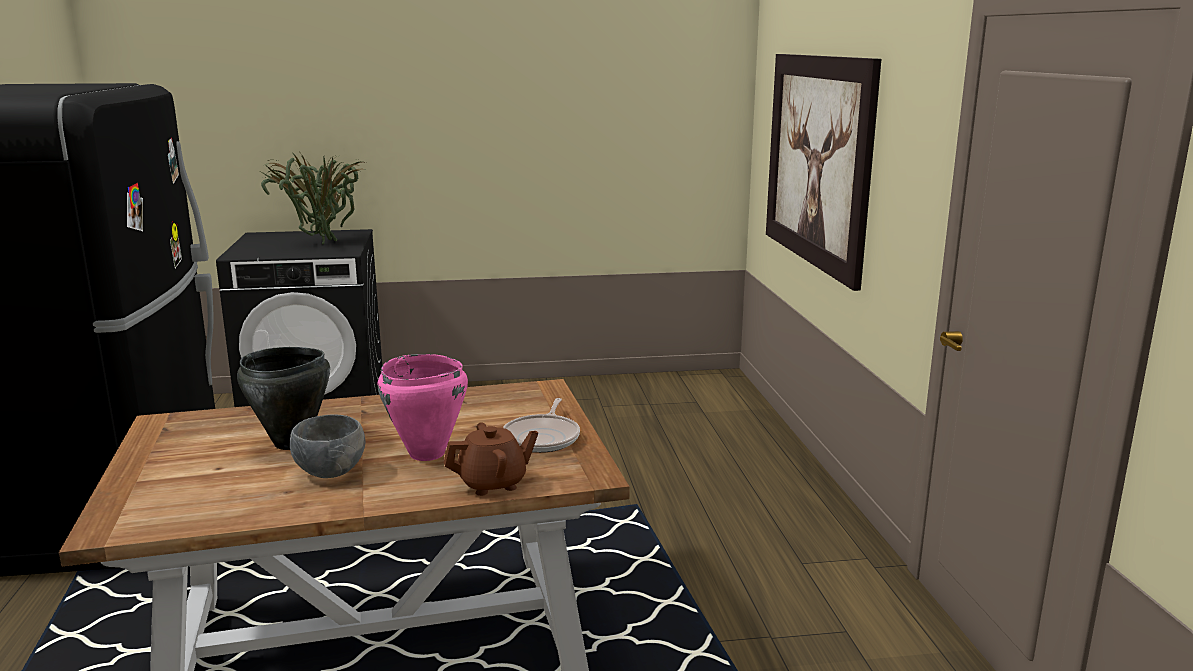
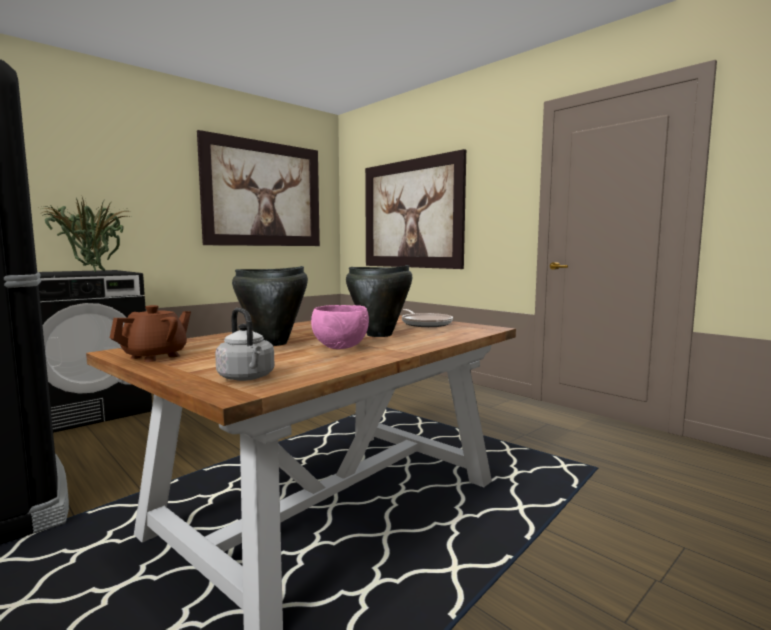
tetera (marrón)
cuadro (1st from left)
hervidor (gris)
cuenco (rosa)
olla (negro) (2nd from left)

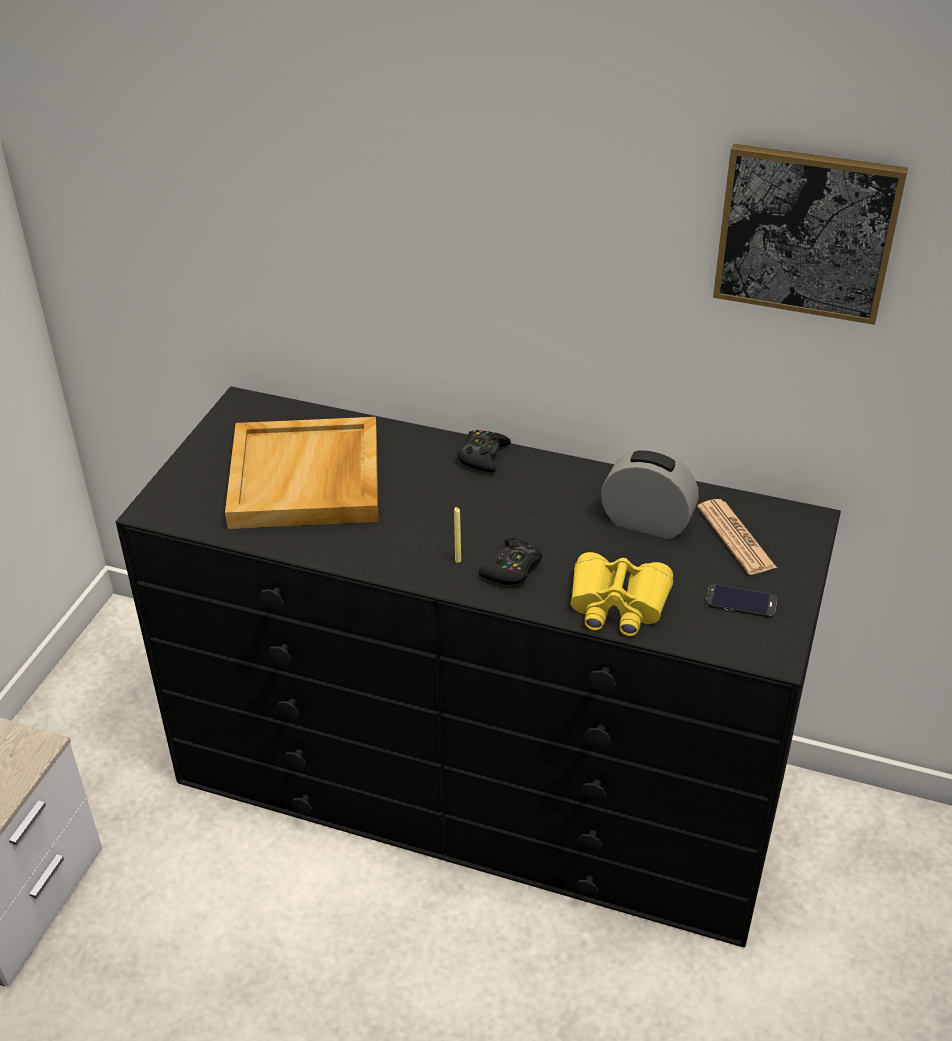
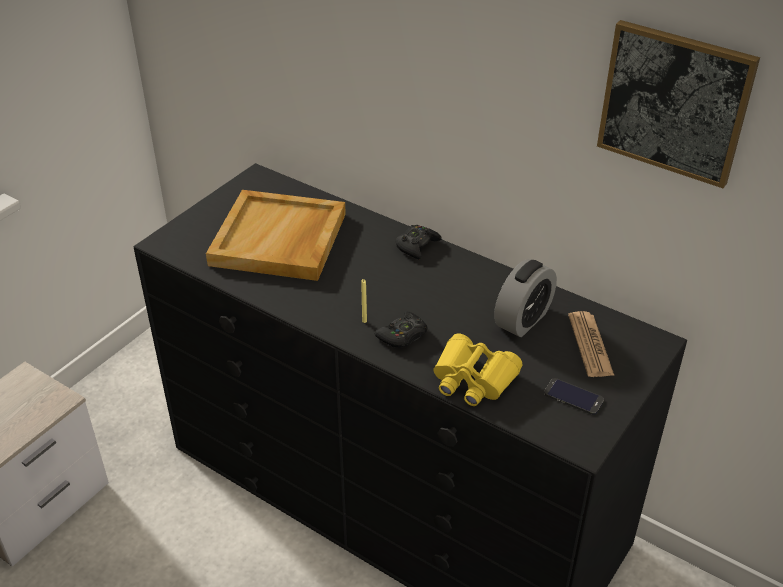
despertador

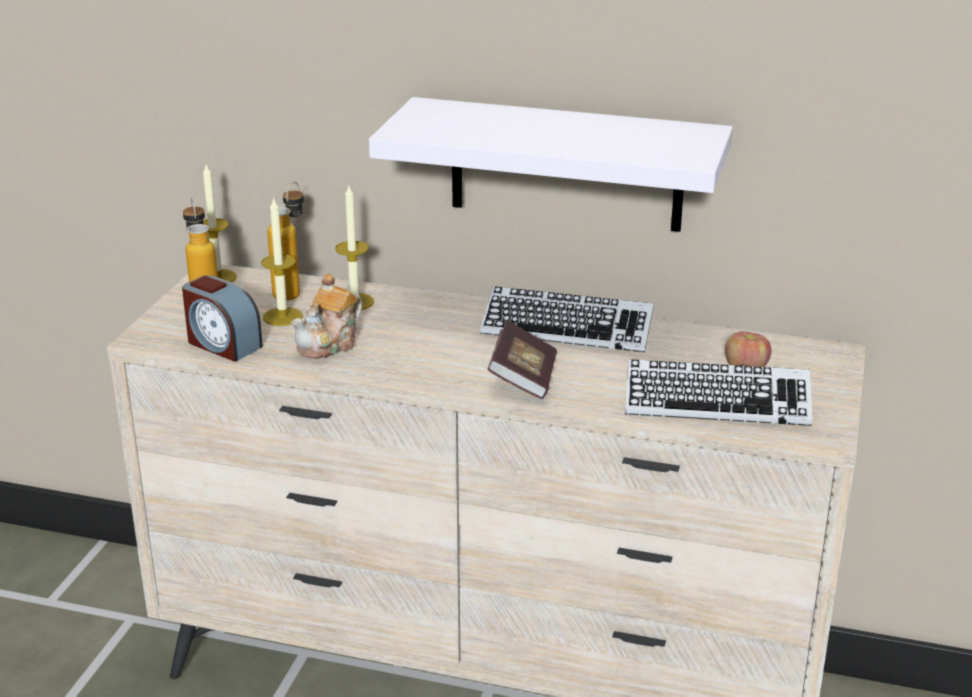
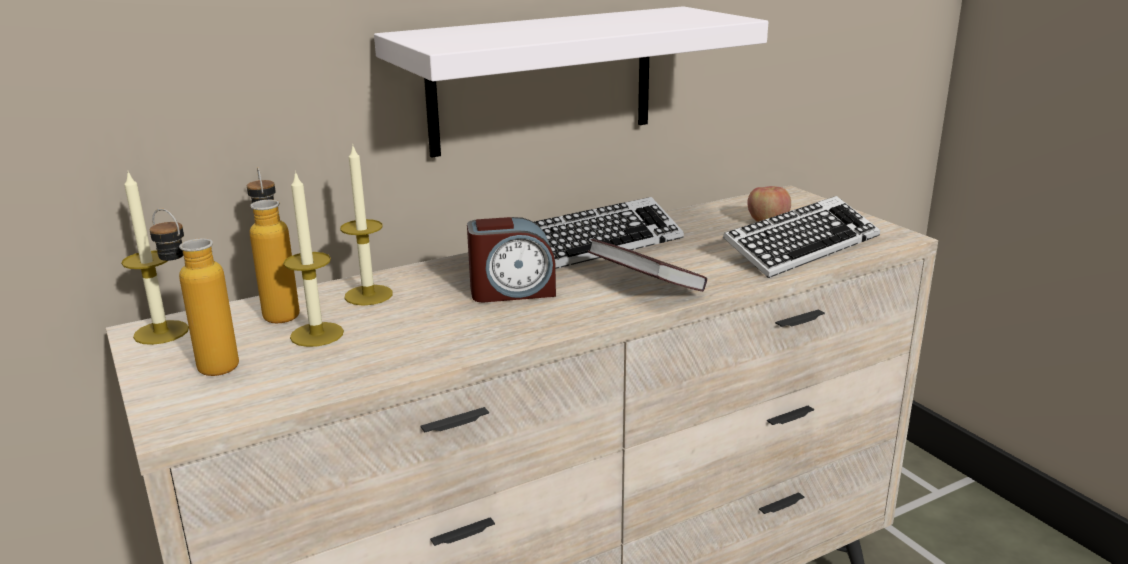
despertador
tetera

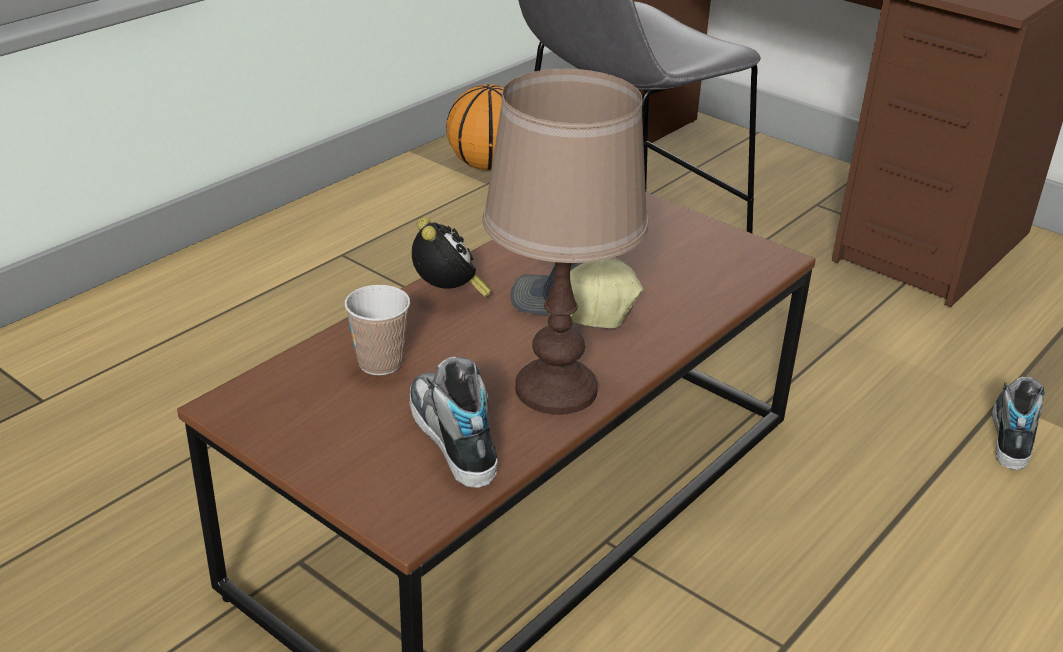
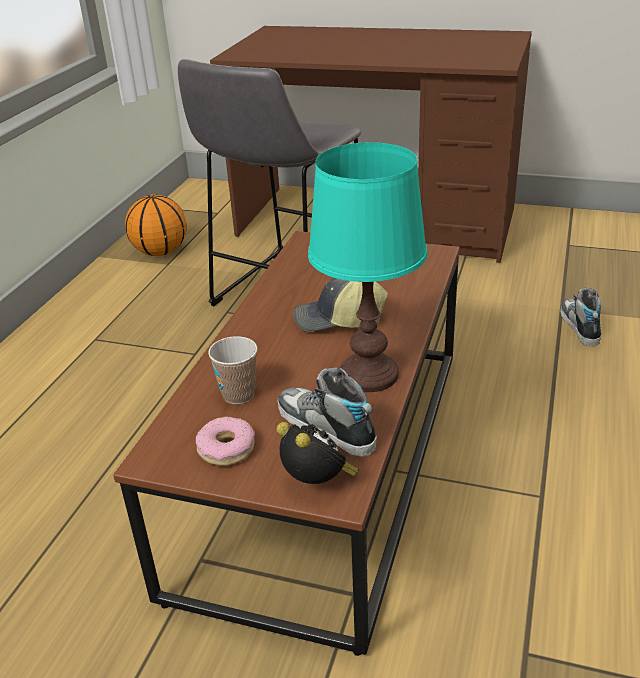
rosquilla
despertador
lámpara de mesa (turquesa)

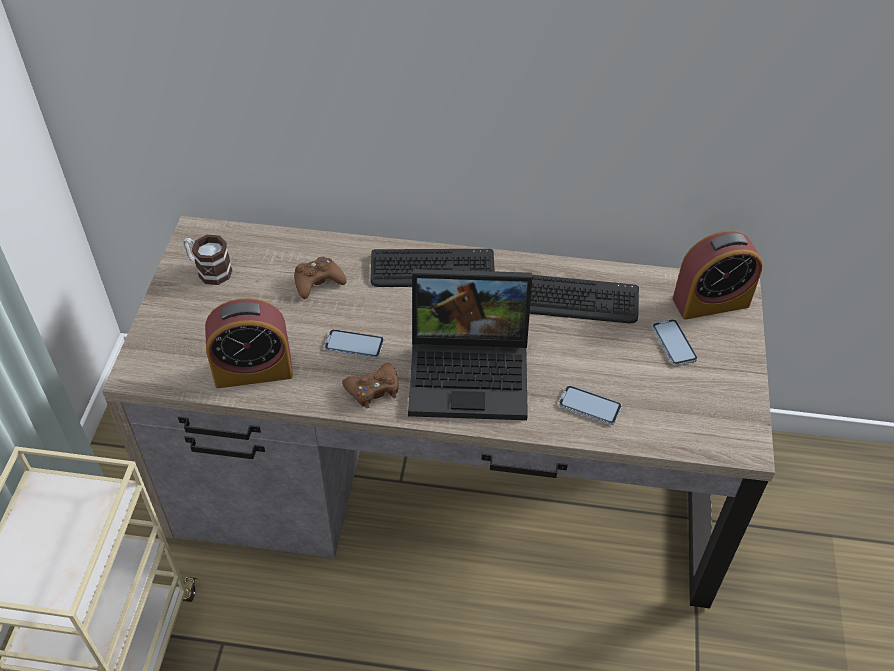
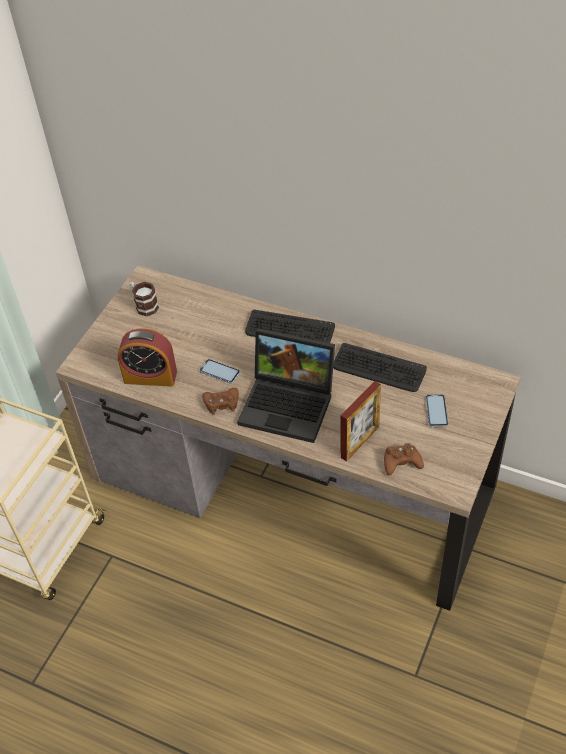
portarretratos
mando de consola (marrón) (2nd from left)
despertador (2nd from left in the first image)

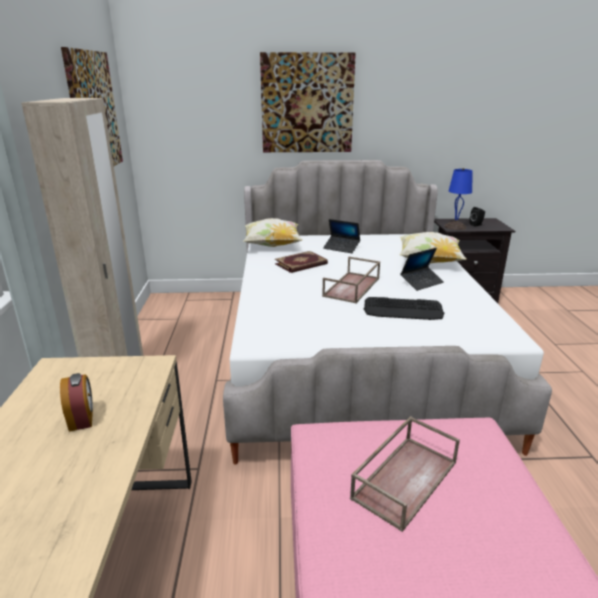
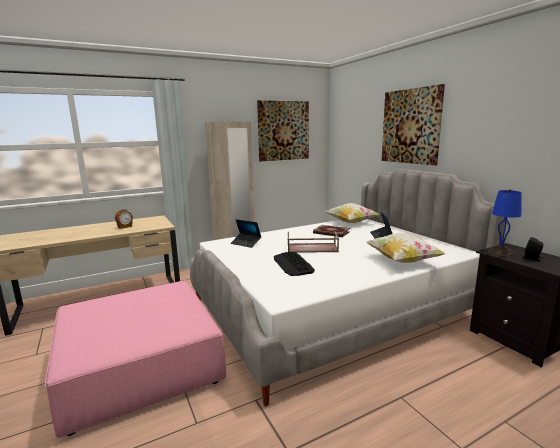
portátil (1st from left)
bandeja (marrón) (2nd from left in the first image)

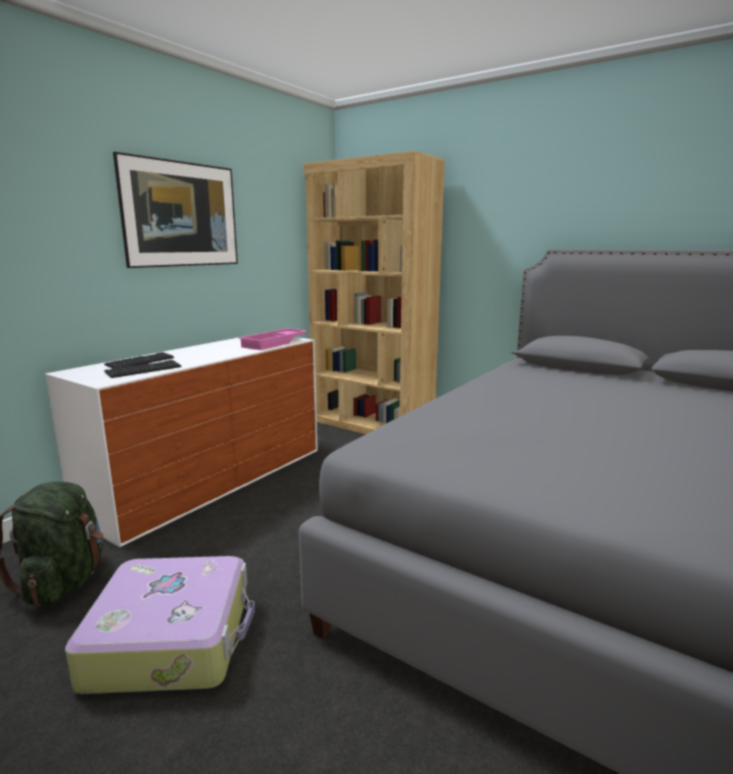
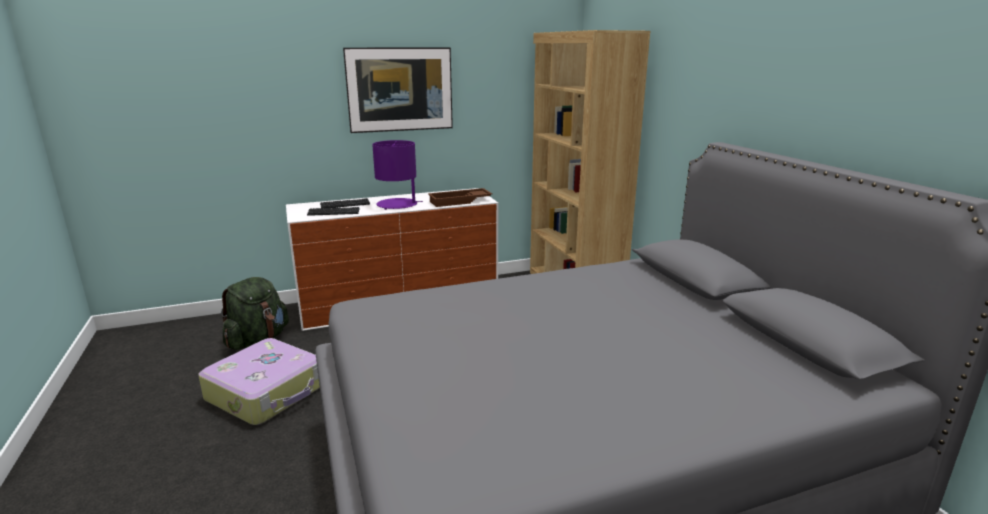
lámpara de mesa (morado)
bandeja (marrón)

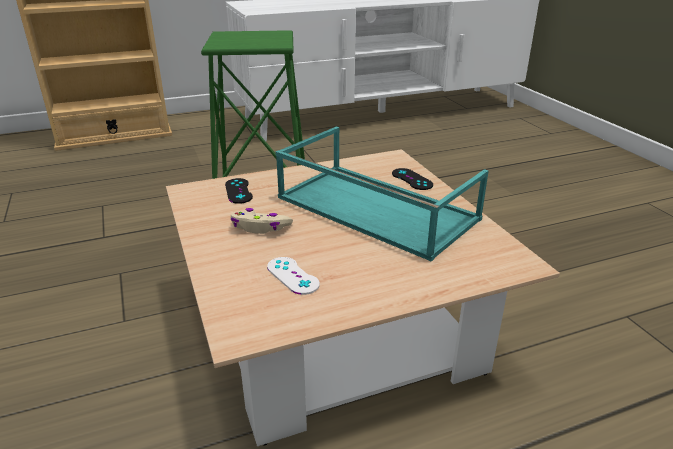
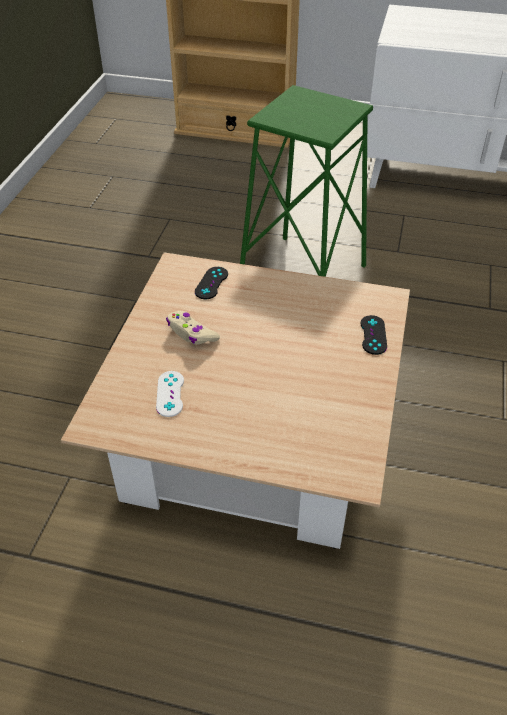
bandeja (turquesa)

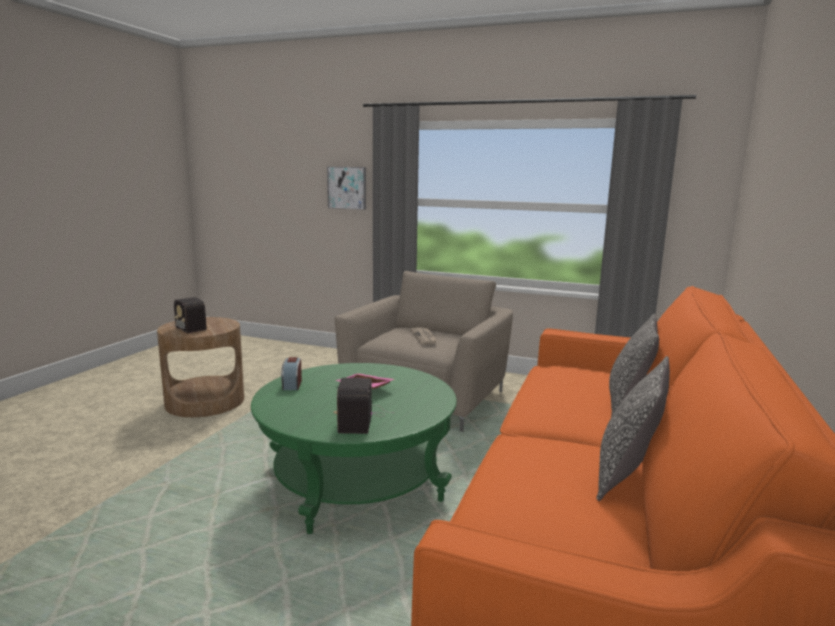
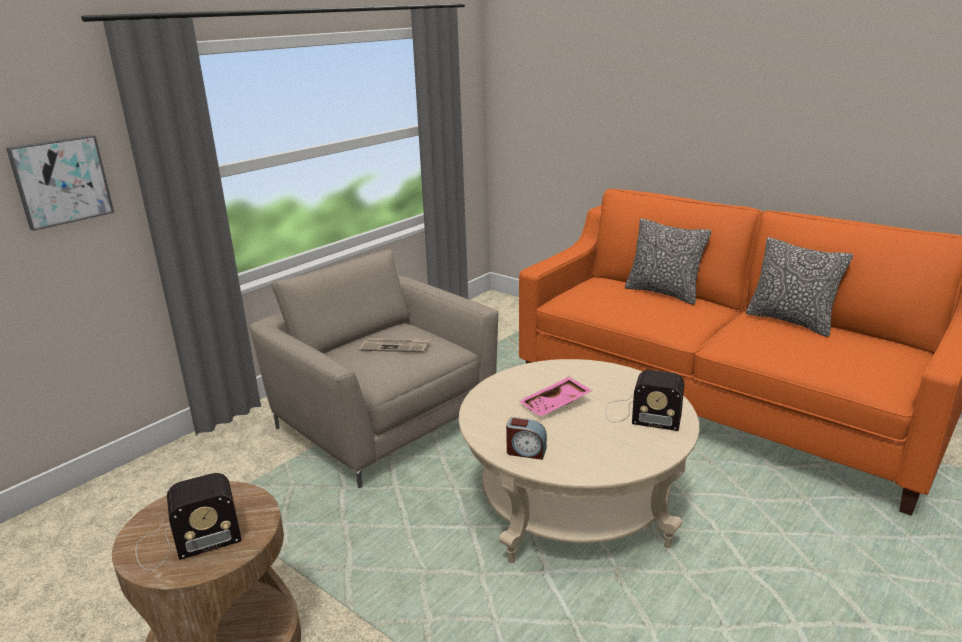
mesa de centro (beis)

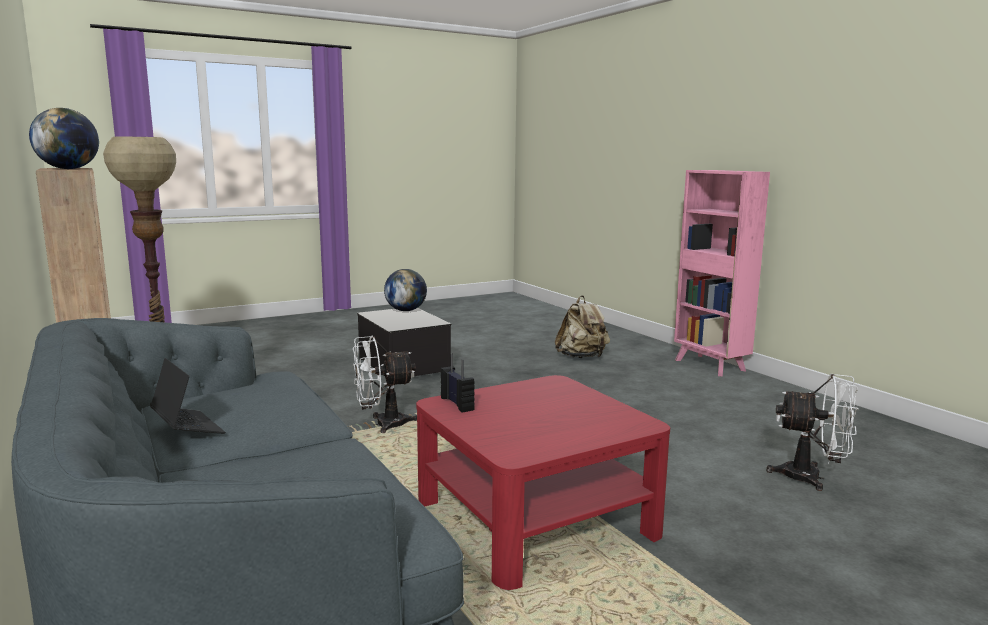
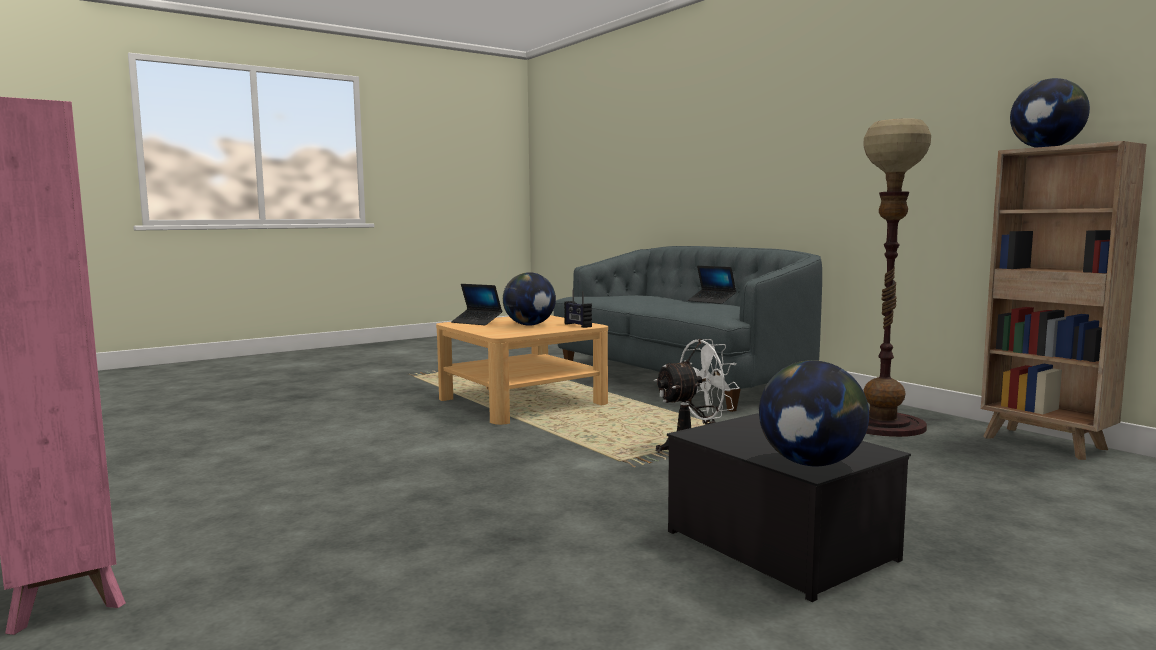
mesa de centro (beis)
portátil (1st from left)
globo terráqueo (1st from left)
mochila (beis)
ventilador (blanco) (2nd from left in the first image)

